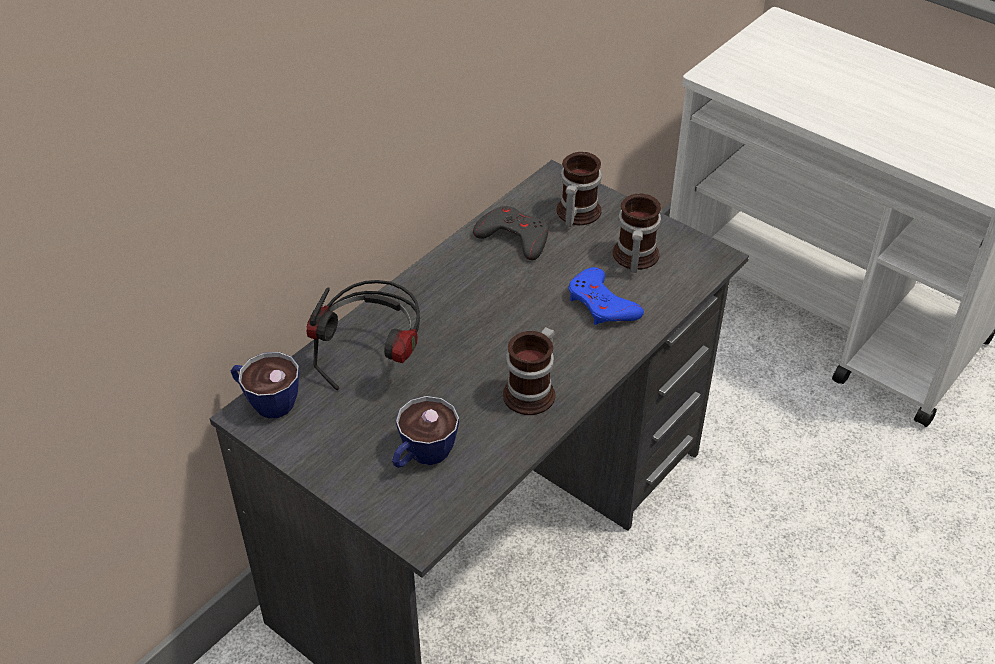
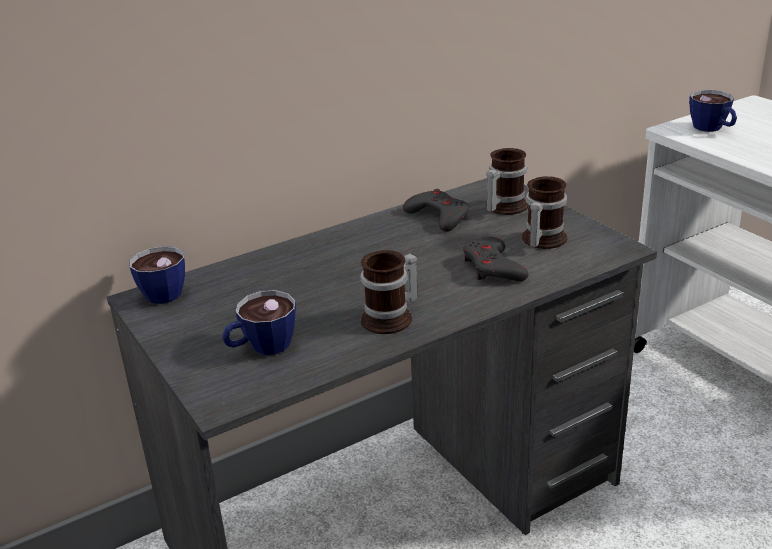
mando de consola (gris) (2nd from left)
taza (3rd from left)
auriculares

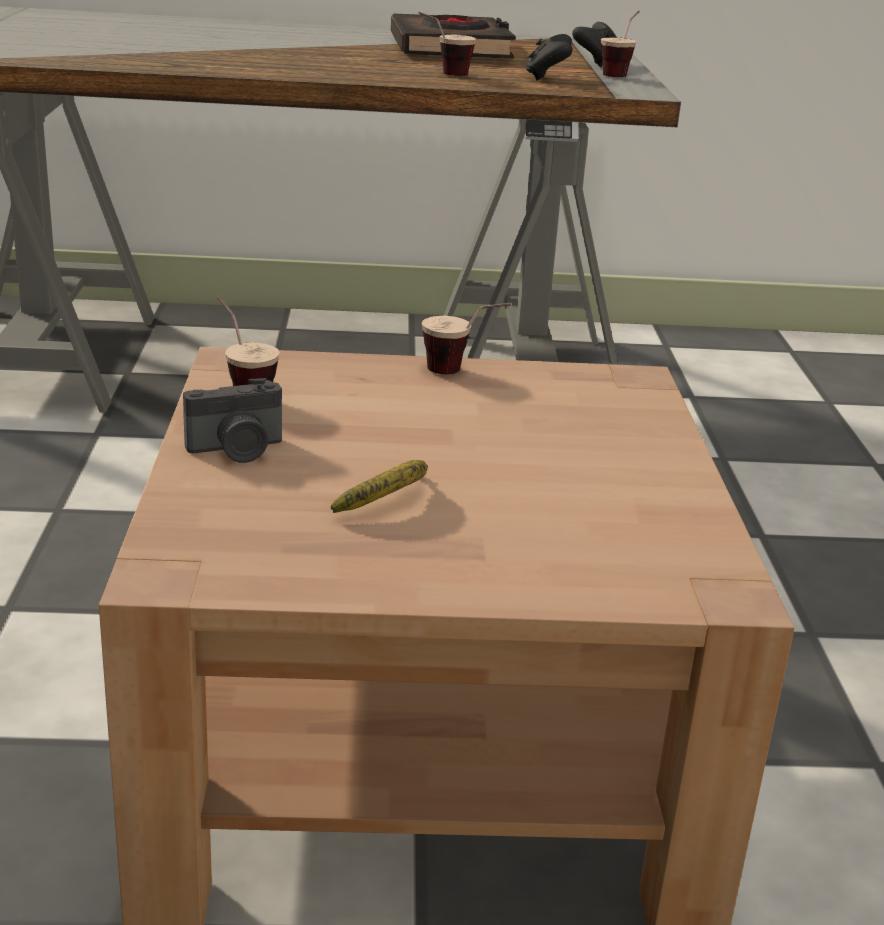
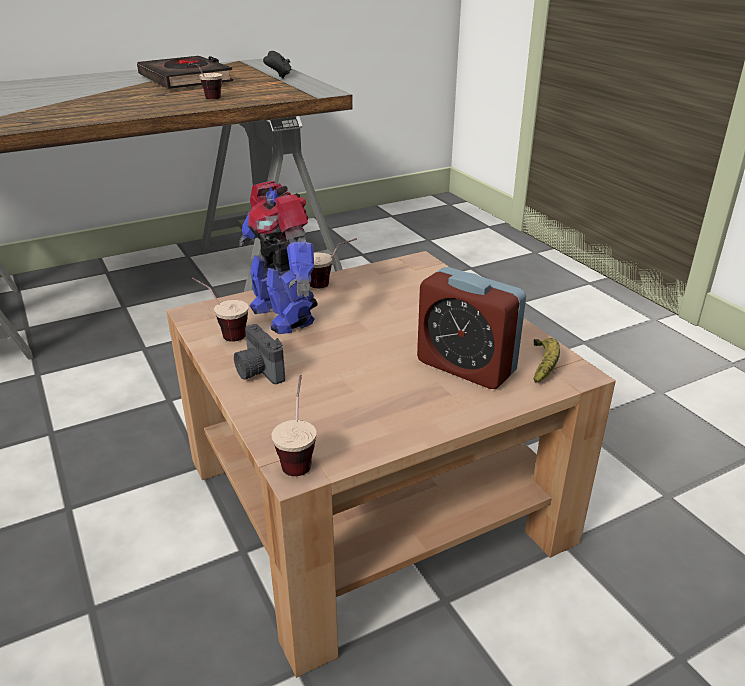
cámara
robot de juguete
taza (3rd from left)
despertador
plátano
mando de consola (negro) (1st from left in the first image)

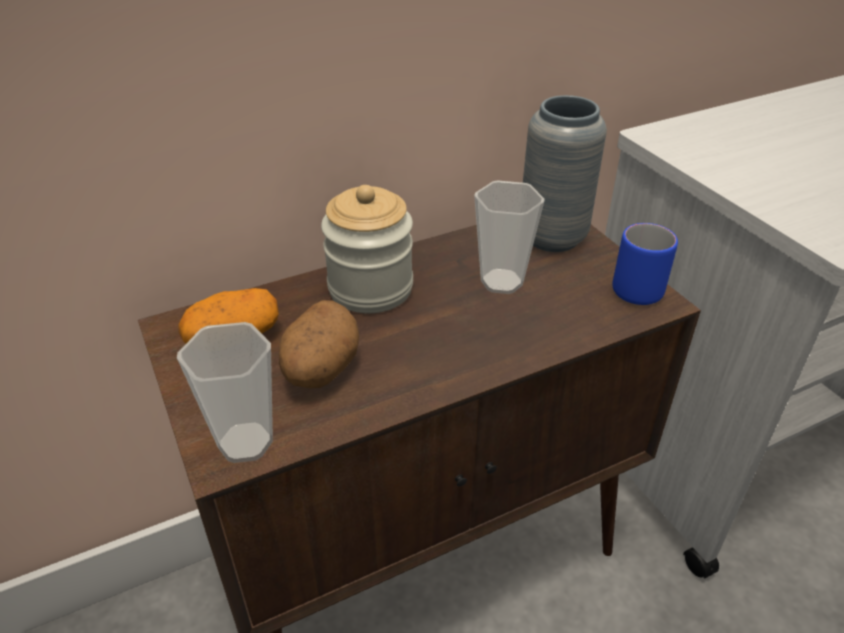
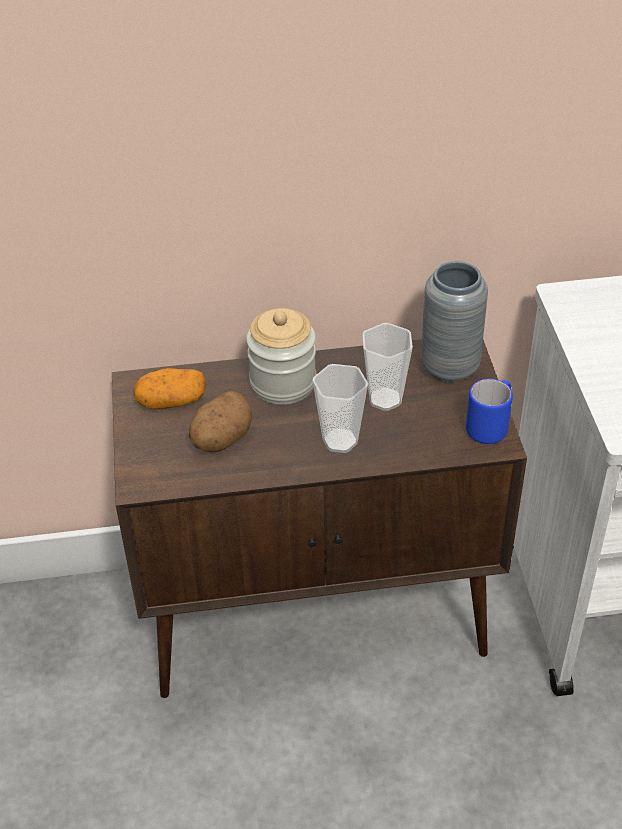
taza (1st from left)

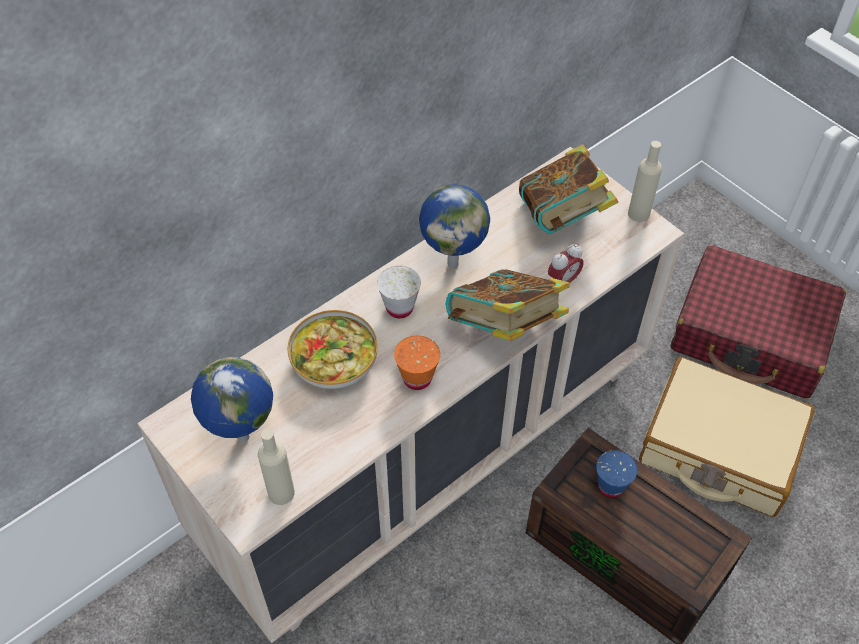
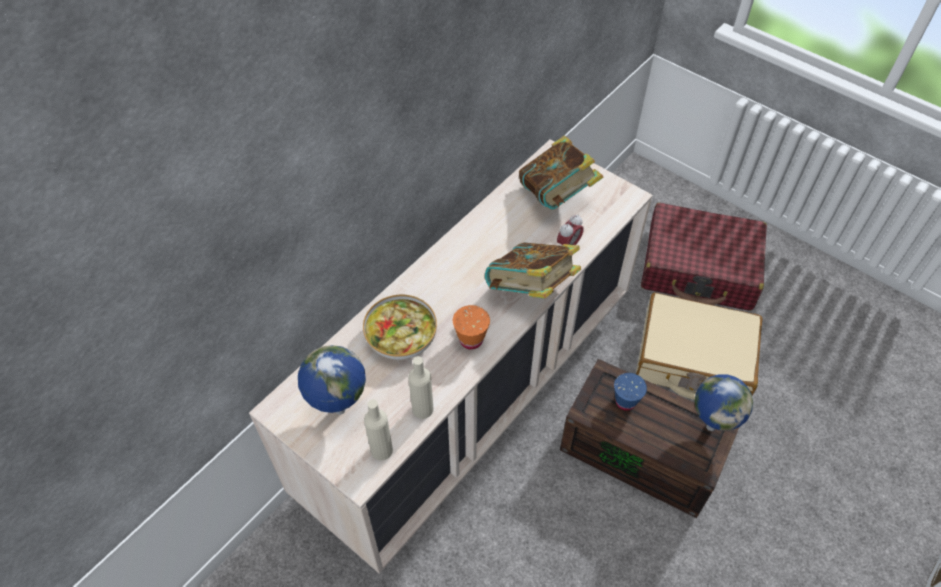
botella (beis) (2nd from left)
globo terráqueo (2nd from left)
taza (blanco)

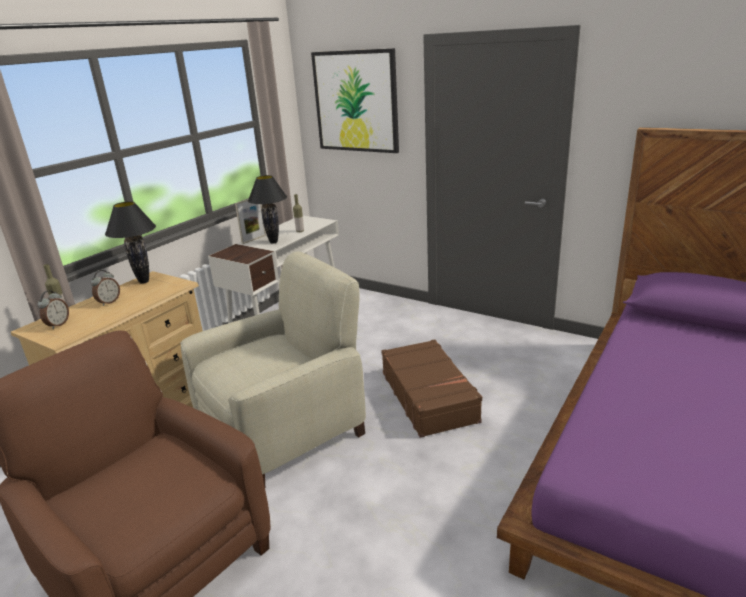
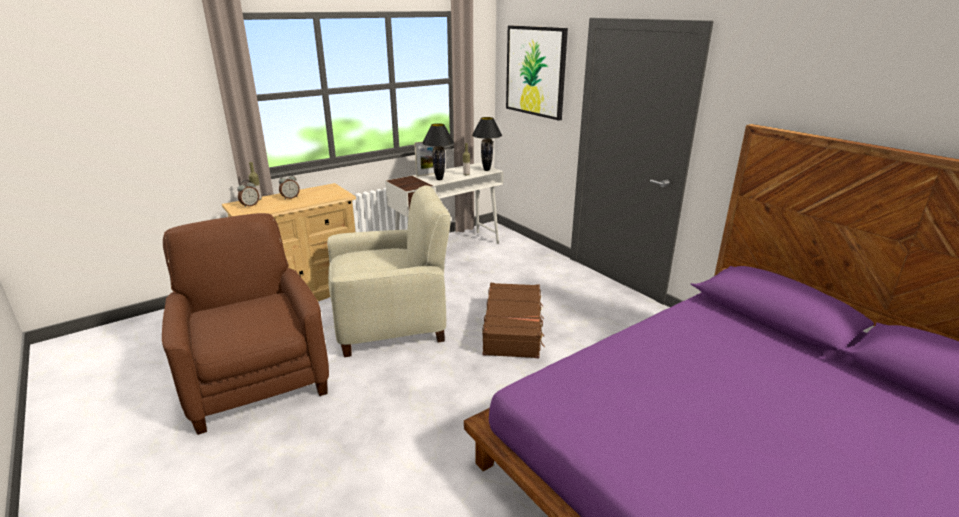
lámpara de mesa (negro) (2nd from left)

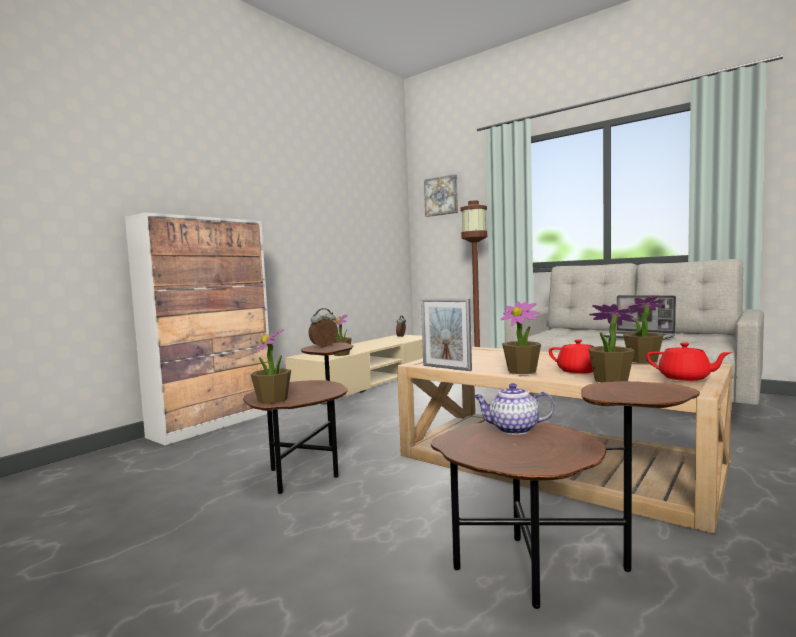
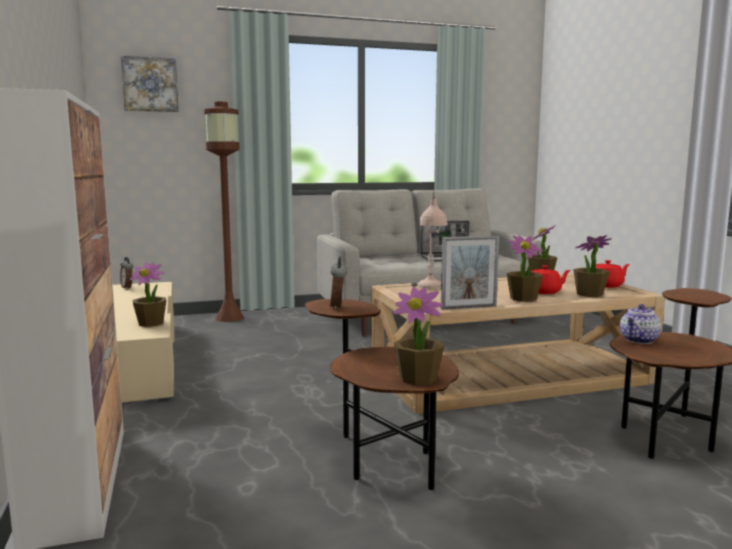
lámpara de mesa (beis)

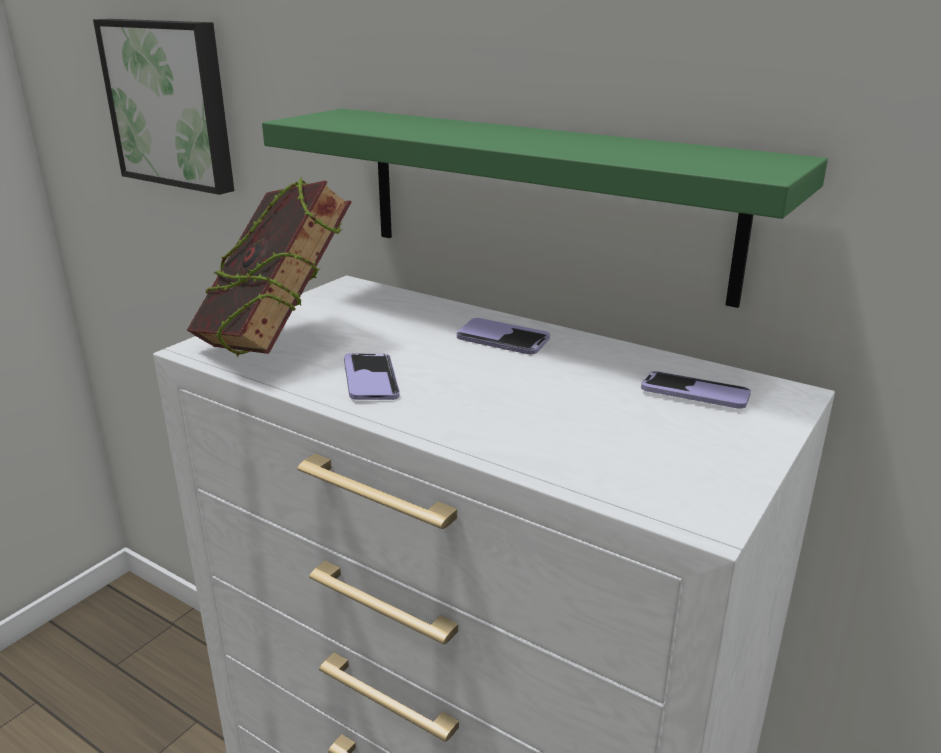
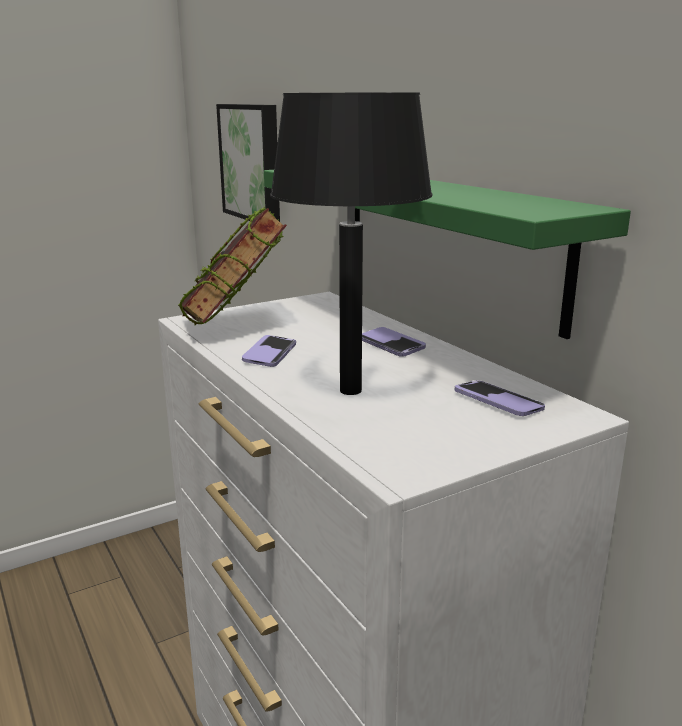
lámpara de mesa (negro)

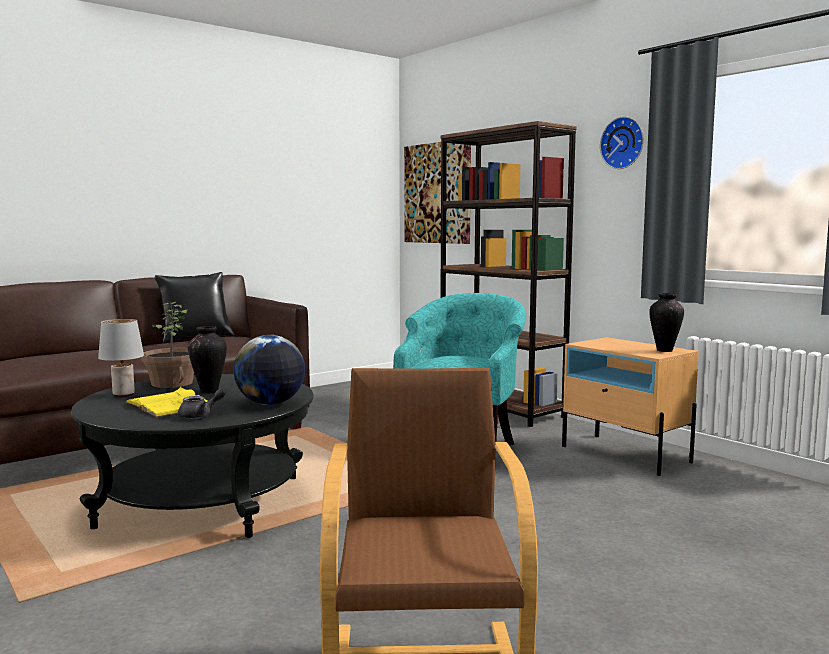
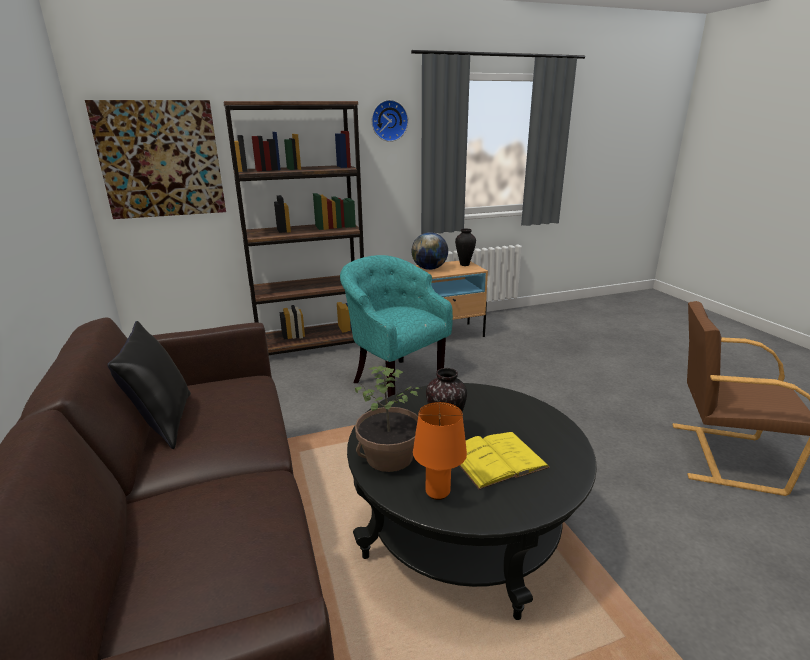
globo terráqueo
lámpara de mesa (naranja)
tetera (gris)

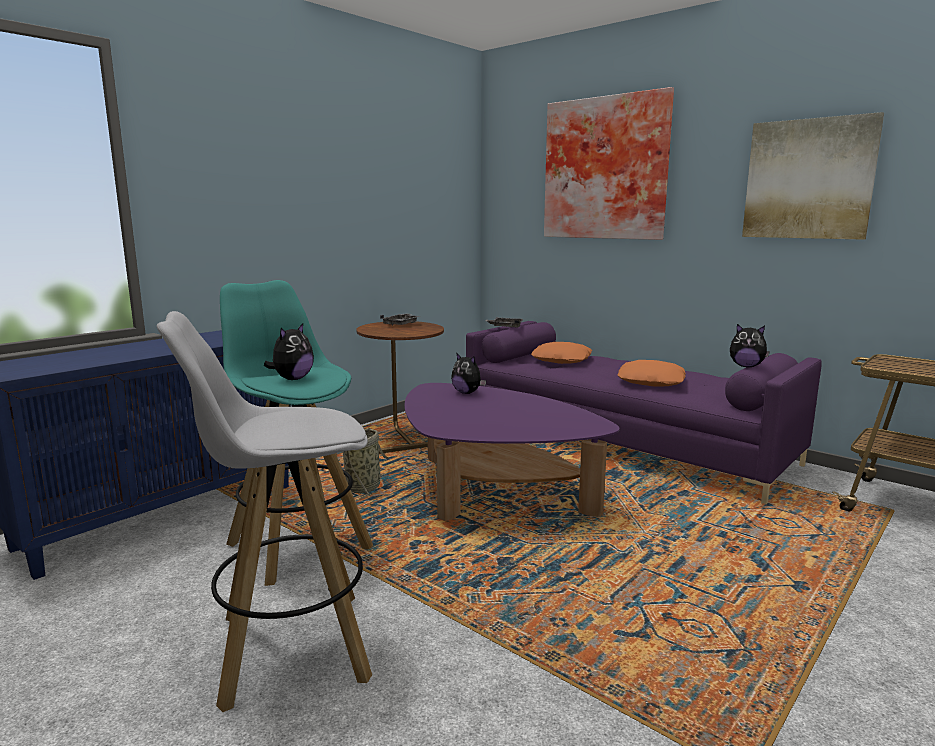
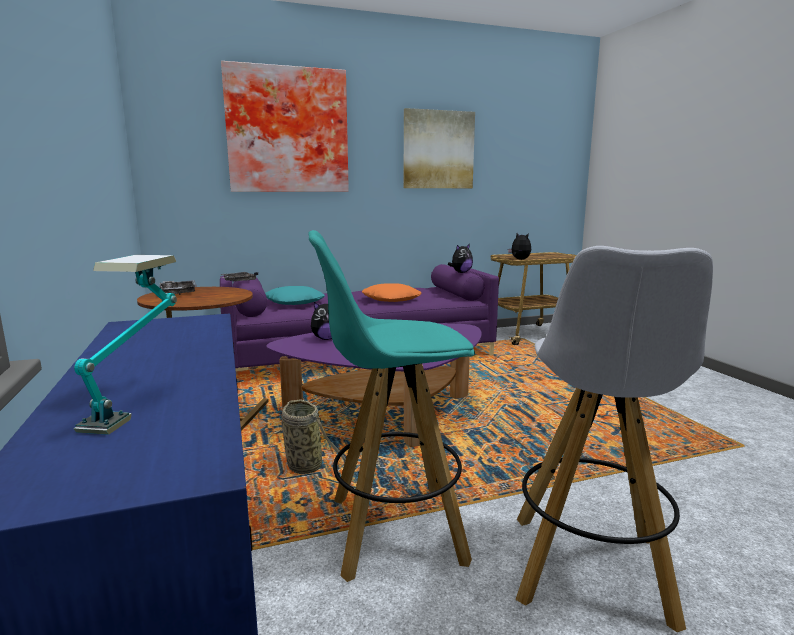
lámpara de mesa
cojín (turquesa)
peluche (3rd from left)

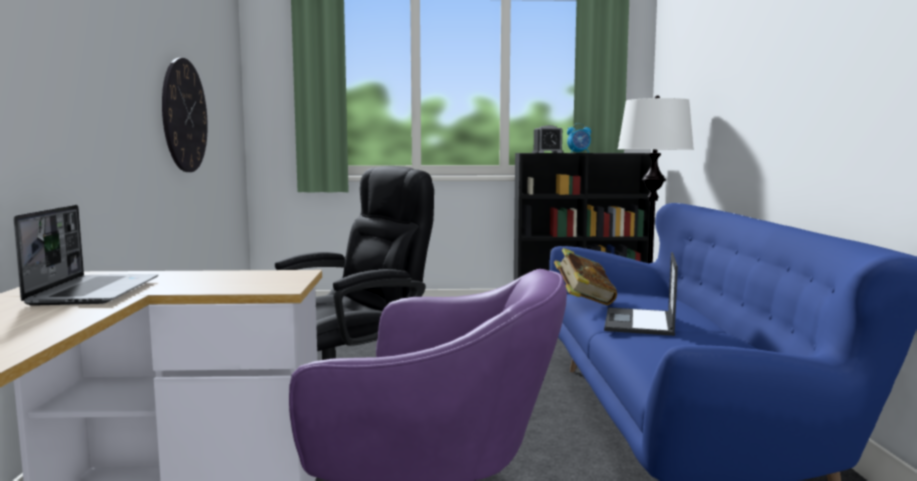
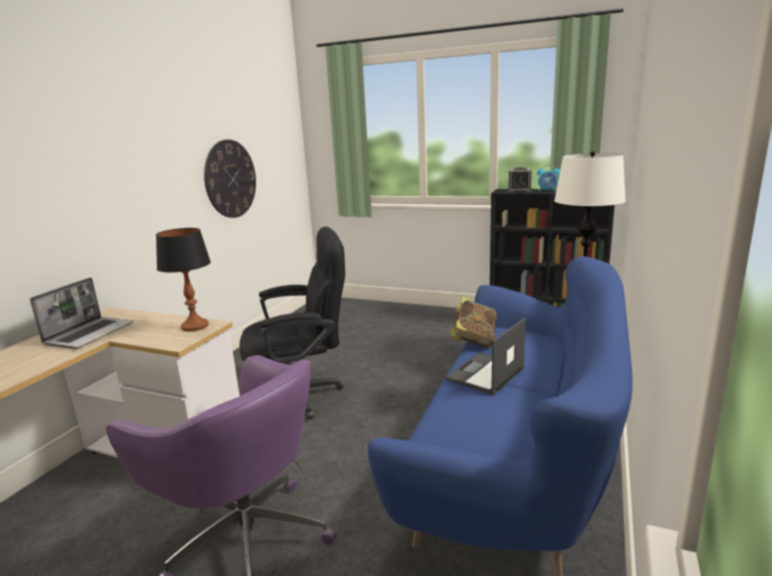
lámpara de mesa

